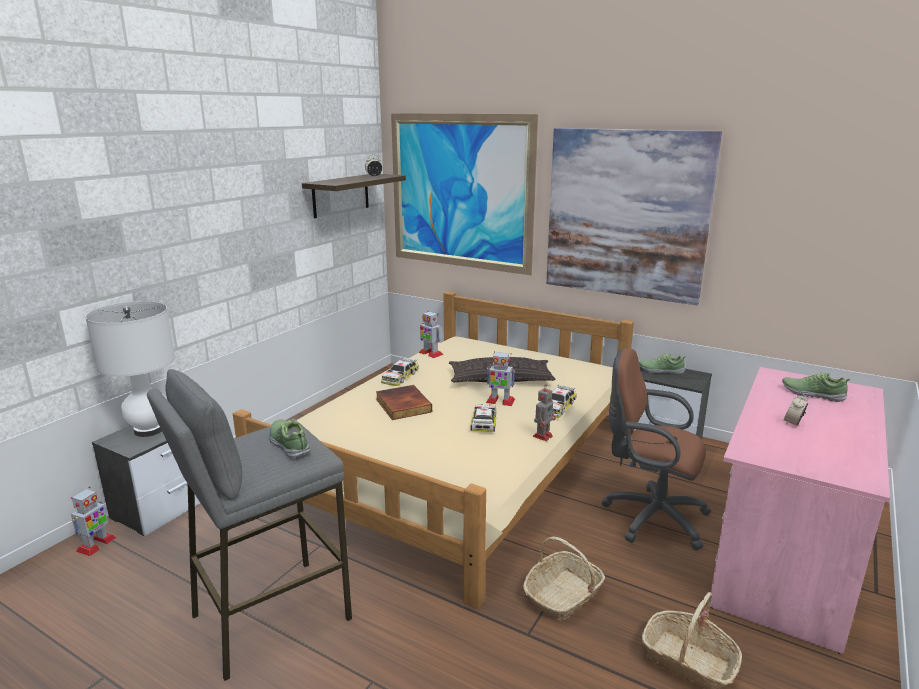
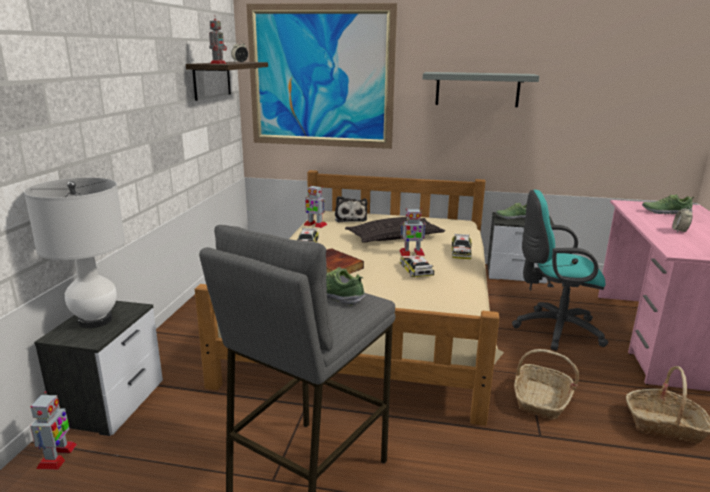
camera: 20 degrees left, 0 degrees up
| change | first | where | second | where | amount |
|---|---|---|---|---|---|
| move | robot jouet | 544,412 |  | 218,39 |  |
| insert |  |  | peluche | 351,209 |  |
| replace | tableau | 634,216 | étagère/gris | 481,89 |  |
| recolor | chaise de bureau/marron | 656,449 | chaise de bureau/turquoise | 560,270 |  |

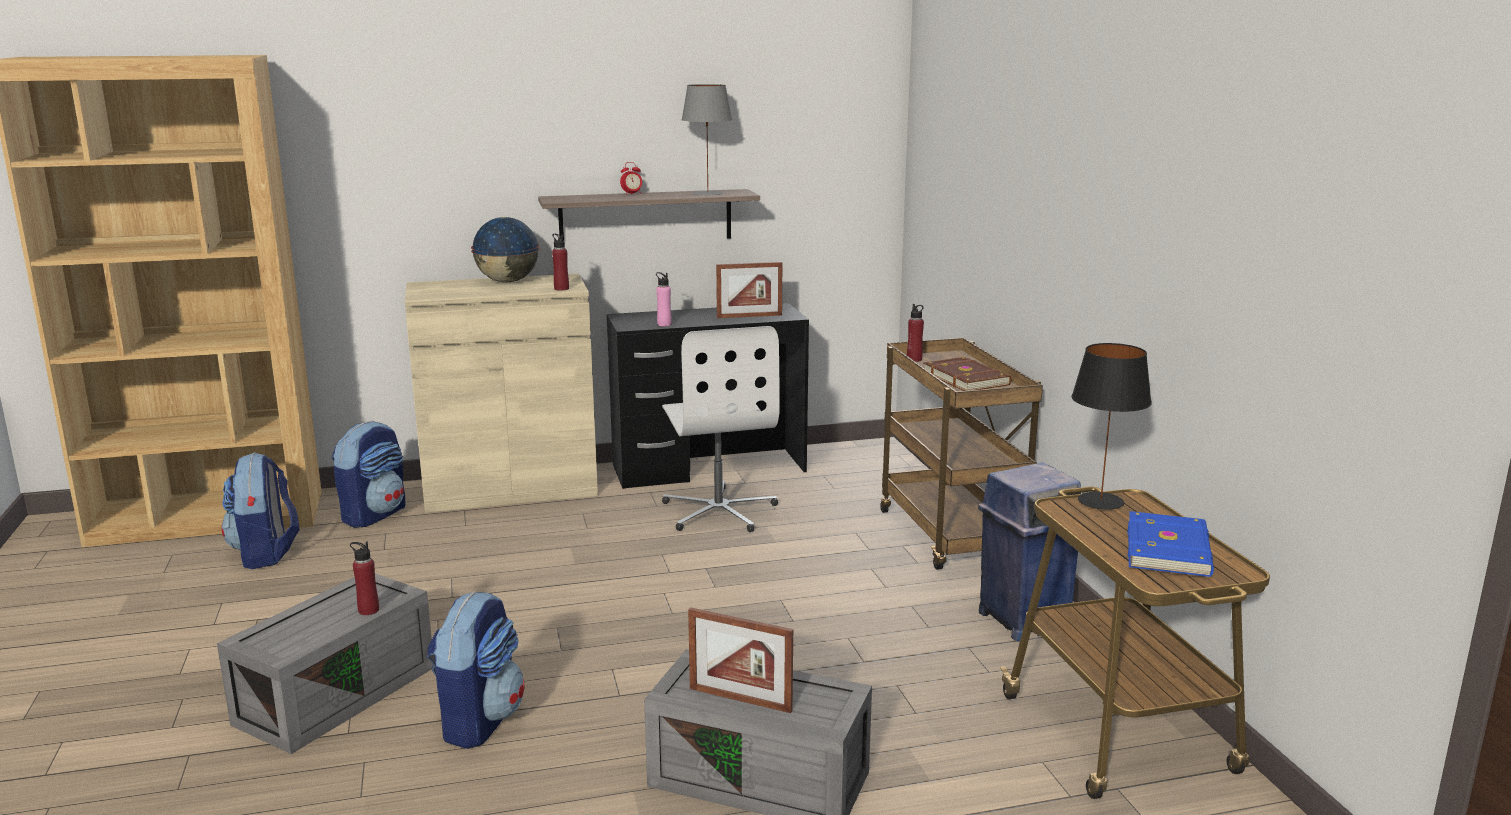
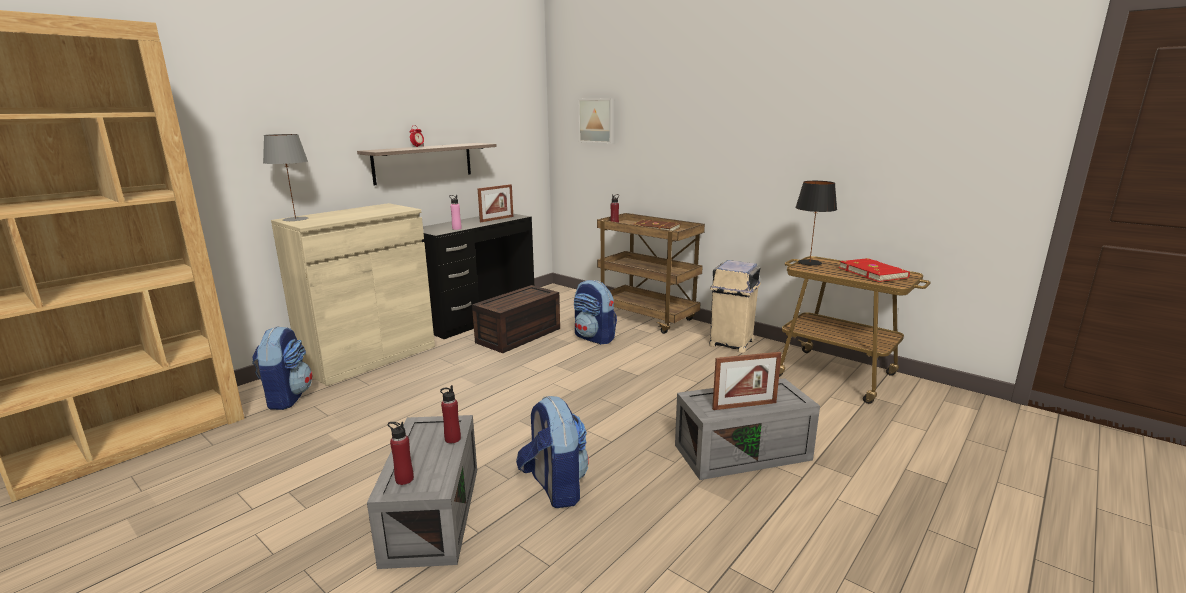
camera: 35 degrees left, 0 degrees up
| change | first | where | second | where | amount |
|---|---|---|---|---|---|
| move | lampe de table/gris | 707,139 |  | 285,178 |  |
| move | bouteille/rouge | 560,262 |  | 401,453 |  |
| replace | chaise de bureau/blanc | 721,429 | boîte de rangement/marron | 516,319 |  |
| move | sac à dos | 260,510 |  | 595,312 |  |
| insert |  |  | tableau | 596,120 |  |
| recolor | poubelle/bleu | 1029,552 | poubelle/beige | 735,306 |  |
| recolor | livre/bleu | 1170,544 | livre/rouge | 874,270 |  |
| delete | globe | 505,249 |  |  |  |

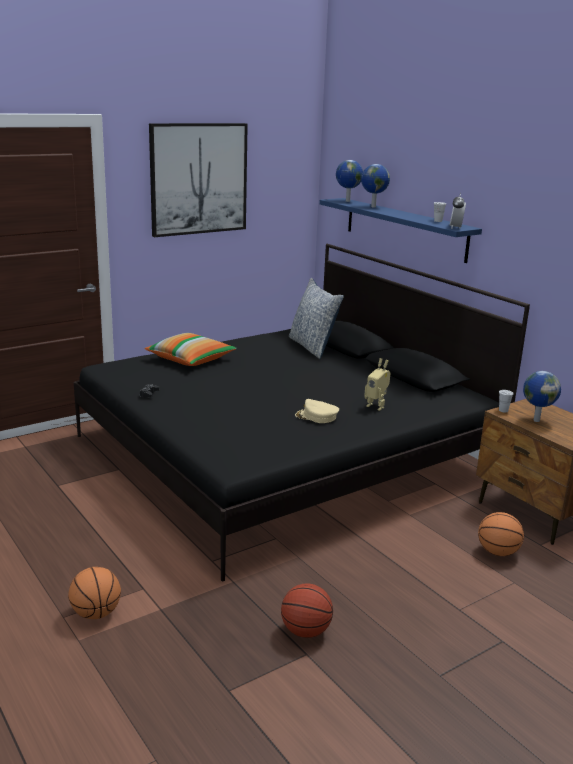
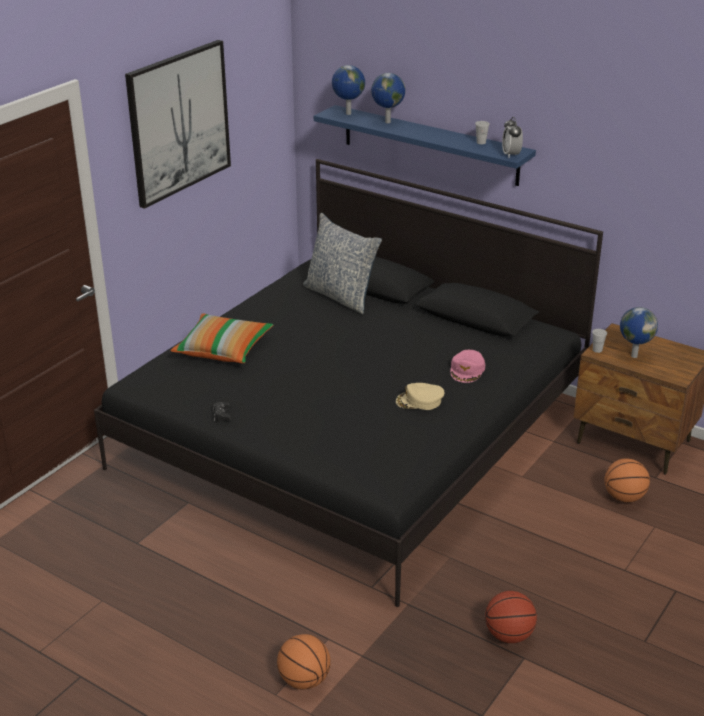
camera: 20 degrees left, 10 degrees up
| change | first | where | second | where | amount |
|---|---|---|---|---|---|
| replace | robot jouet | 377,384 | casquette/rose | 467,366 |  |

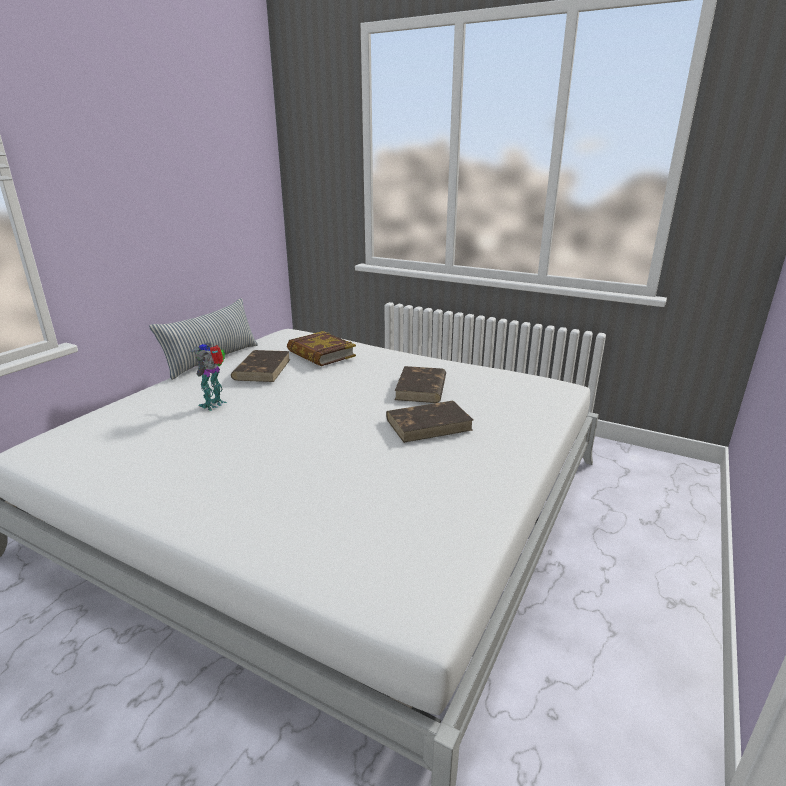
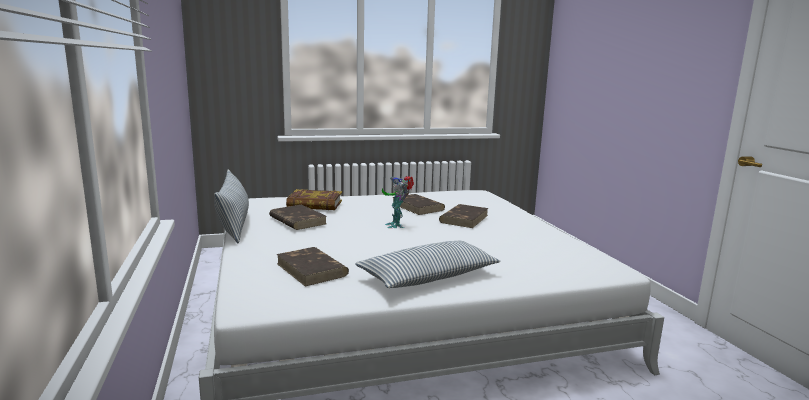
camera: 45 degrees left, 10 degrees down
| change | first | where | second | where | amount |
|---|---|---|---|---|---|
| insert |  |  | livre/marron | 312,266 |  |
| insert |  |  | coussin | 427,264 |  |
| move | robot jouet | 208,376 |  | 398,202 |  |

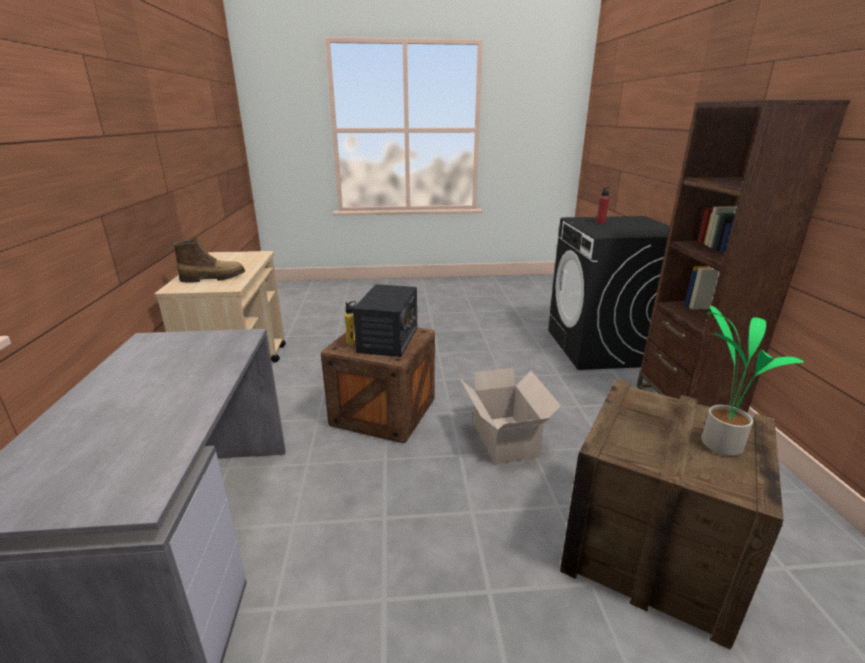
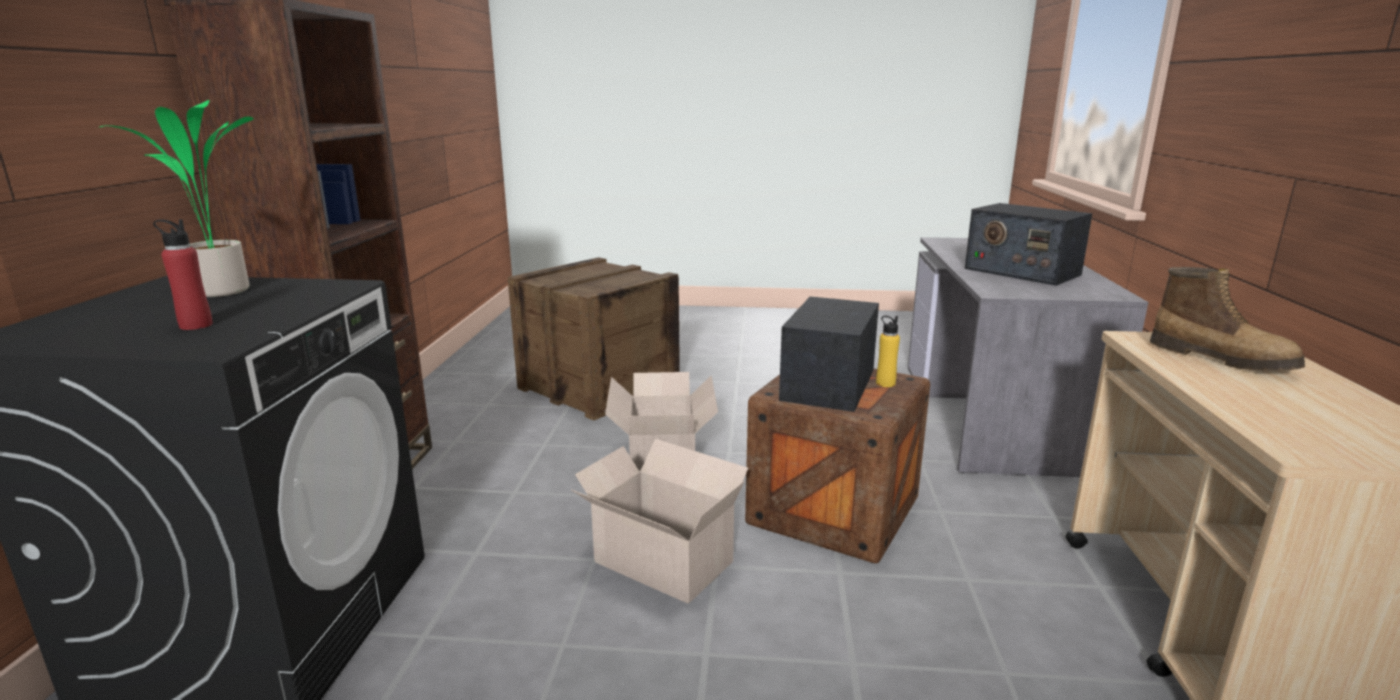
camera: 170 degrees left, 5 degrees down
| change | first | where | second | where | amount |
|---|---|---|---|---|---|
| move | plante en pot | 752,381 |  | 176,198 |  |
| insert |  |  | carton | 659,521 |  |
| insert |  |  | radio | 1028,244 |  |
| rotate | botte | 209,260 |  | 1227,319 | 120 degrees counterclockwise |

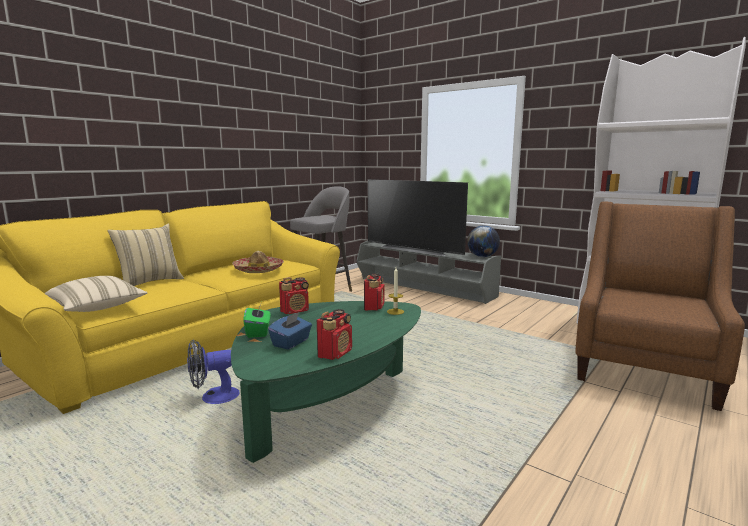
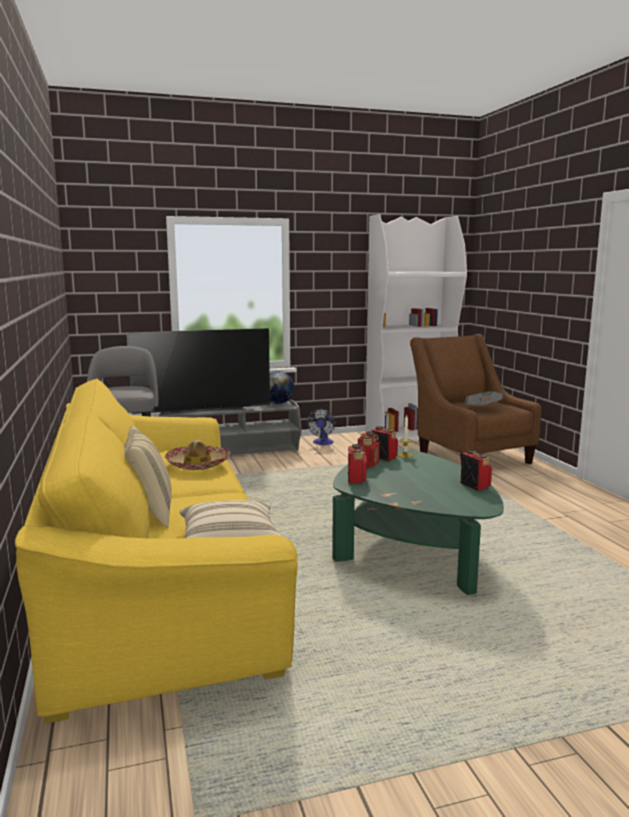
camera: 55 degrees left, 0 degrees up
| change | first | where | second | where | amount |
|---|---|---|---|---|---|
| move | ventilateur | 213,372 |  | 321,427 |  |
| insert |  |  | radio | 369,450 |  |
| insert |  |  | journal | 484,398 |  |
| delete | boîte à mouchoirs/vert | 256,320 |  |  |  |
| delete | boîte à mouchoirs/bleu | 290,331 |  |  |  |

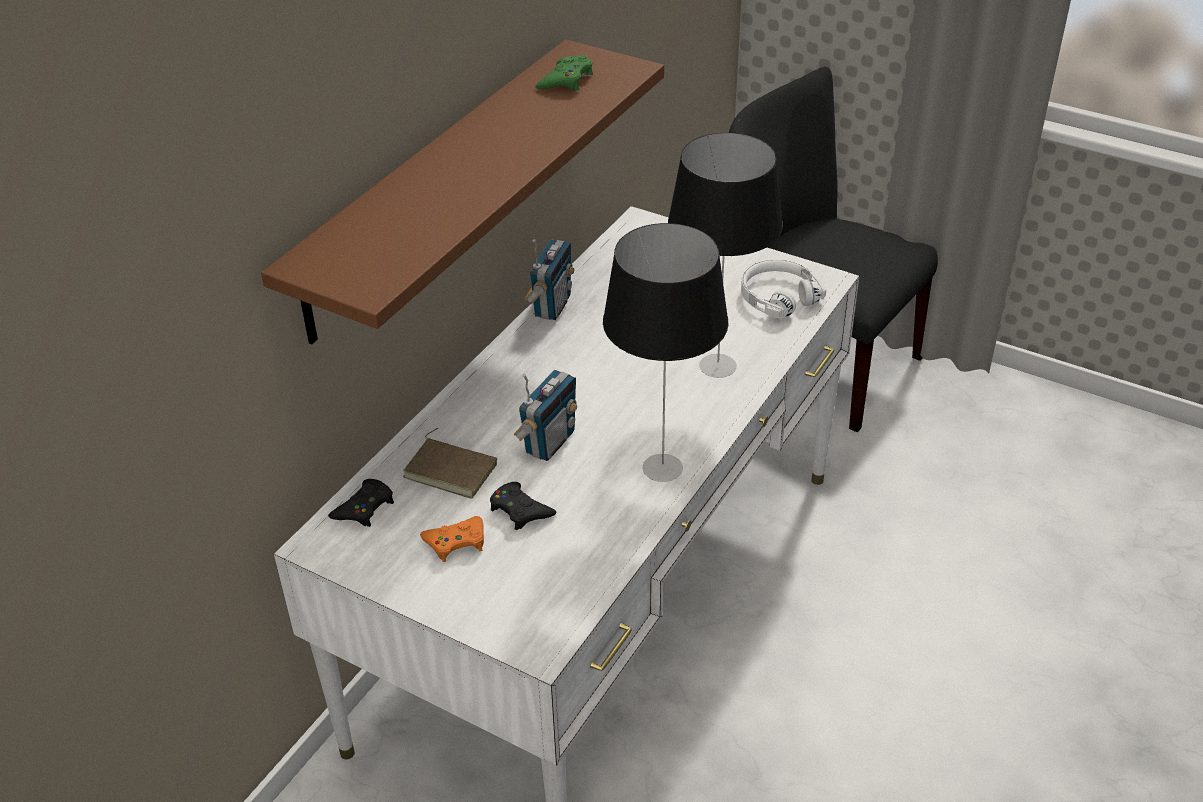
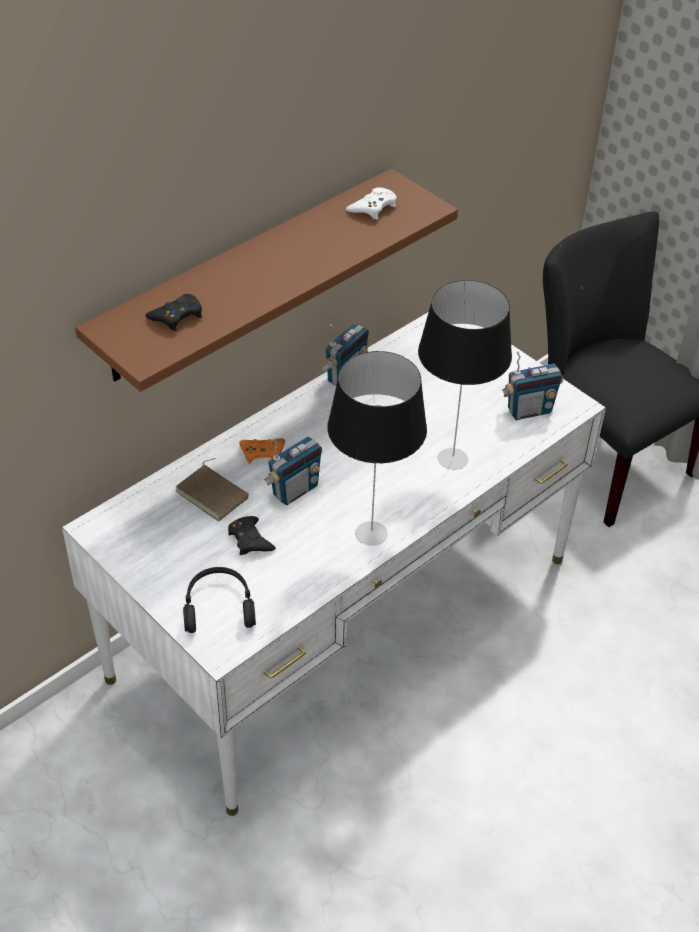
camera: 15 degrees right, 5 degrees up
| change | first | where | second | where | amount |
|---|---|---|---|---|---|
| move | manette/noir | 361,503 |  | 173,312 |  |
| insert |  |  | casque audio/noir | 219,600 |  |
| move | manette/orange | 452,539 |  | 262,451 |  |
| recolor | manette/vert | 564,73 | manette/blanc | 371,203 |  |
| replace | casque audio/blanc | 783,289 | radio | 532,385 |  |

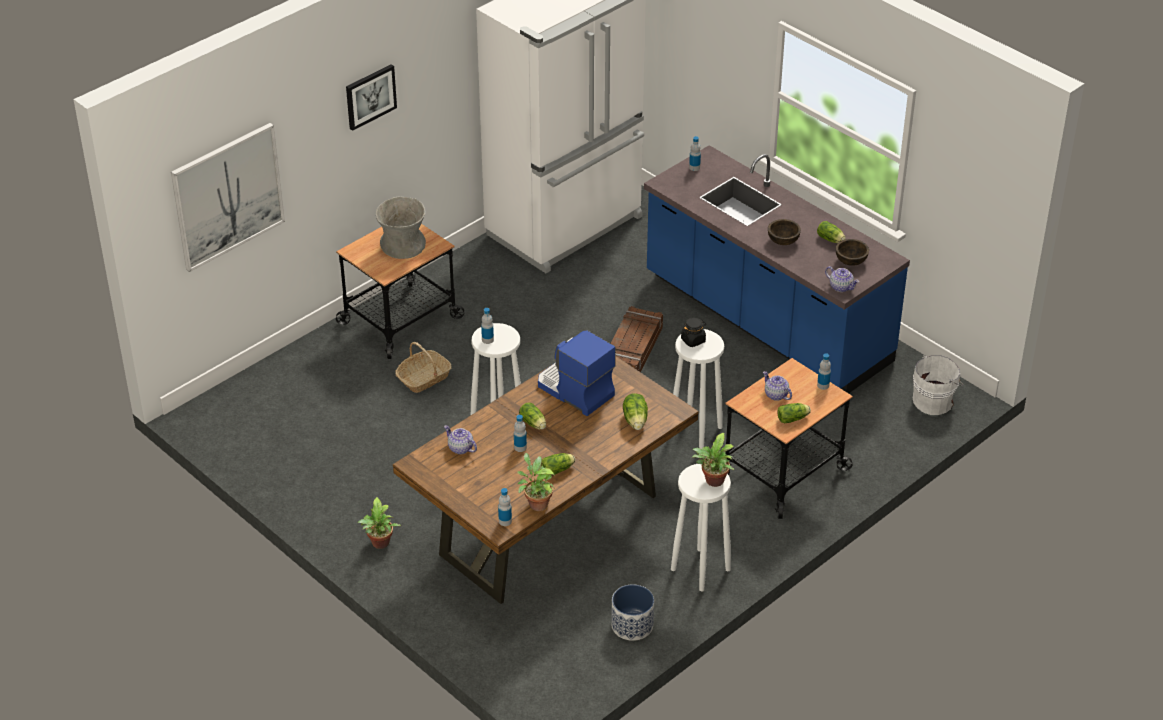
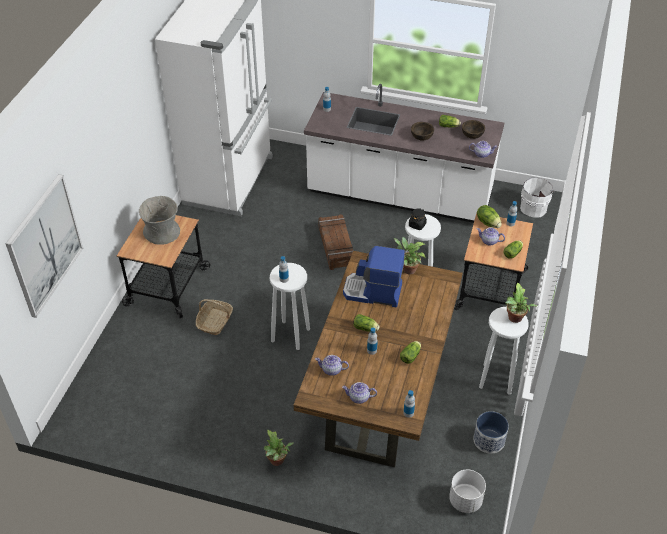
camera: 30 degrees left, 5 degrees up
| change | first | where | second | where | amount |
|---|---|---|---|---|---|
| recolor | comptoir de cuisine/bleu | 777,269 | comptoir de cuisine/blanc | 404,153 |  |
| insert |  |  | théière | 359,393 |  |
| move | plante en pot | 536,482 |  | 410,255 |  |
| insert |  |  | cache-pot/blanc | 467,491 |  |
| move | laitue | 635,411 |  | 489,216 |  |
| delete | tableau | 371,97 |  |  |  |

